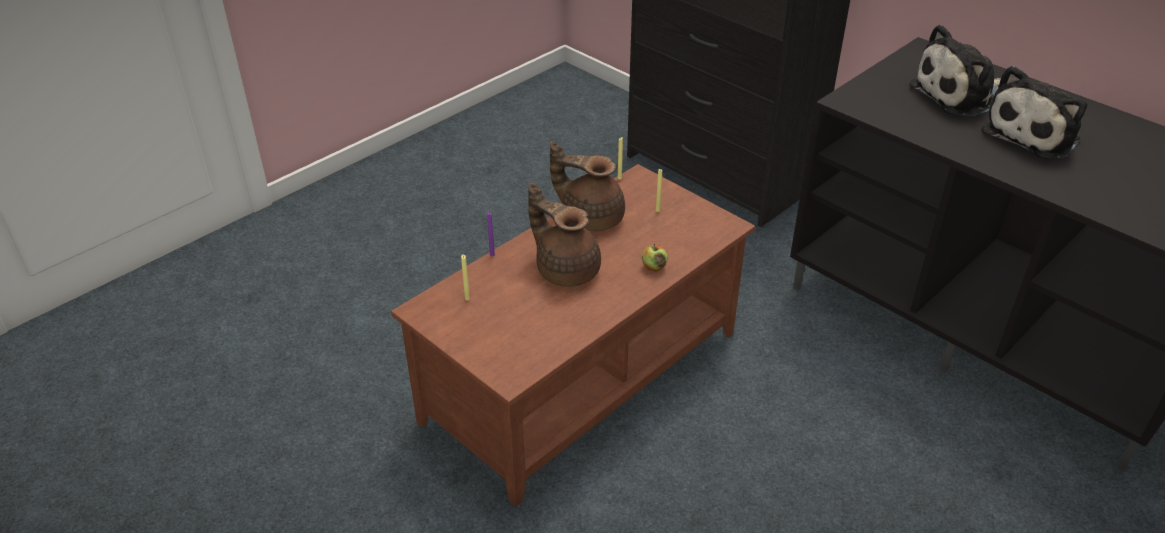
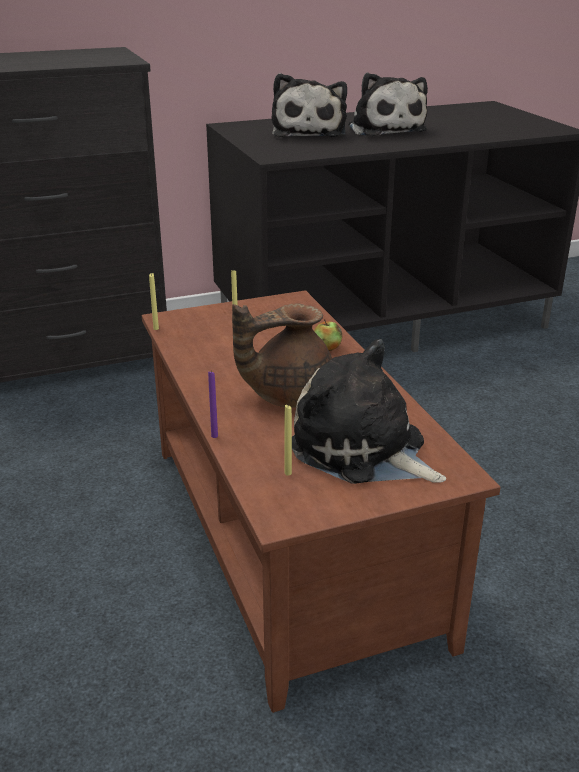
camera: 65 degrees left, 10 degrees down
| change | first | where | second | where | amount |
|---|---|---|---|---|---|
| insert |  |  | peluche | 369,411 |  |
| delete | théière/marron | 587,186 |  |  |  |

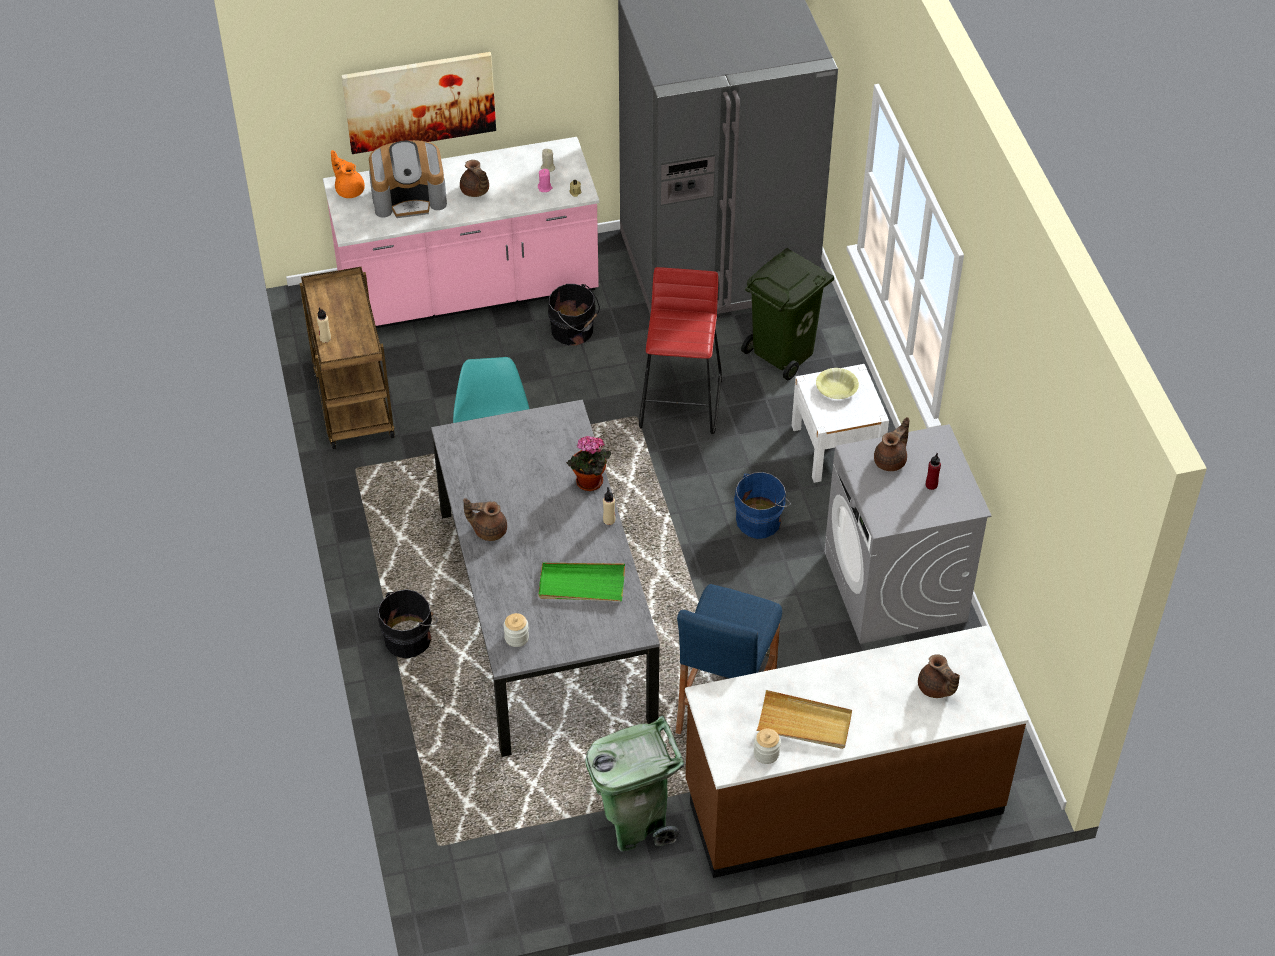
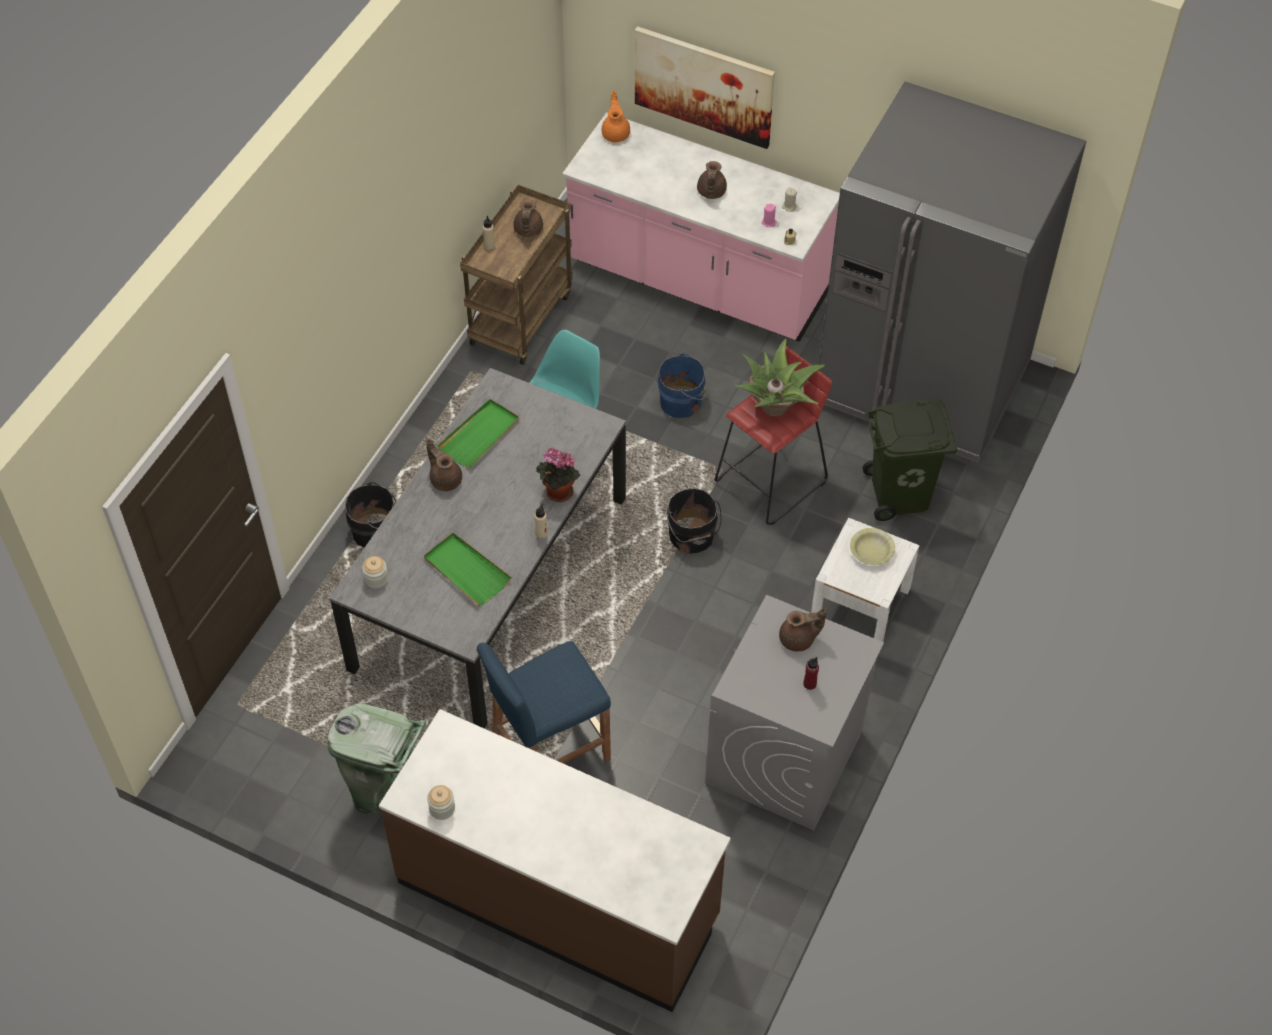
camera: 40 degrees right, 5 degrees up
| change | first | where | second | where | amount |
|---|---|---|---|---|---|
| insert |  |  | plateau/vert | 478,433 |  |
| move | théière/marron | 939,676 |  | 528,218 |  |
| move | seau/bleu | 762,505 |  | 681,385 |  |
| move | seau/noir | 574,314 |  | 693,521 |  |
| insert |  |  | plante en pot | 780,377 |  |
| delete | machine à café | 408,179 |  |  |  |
| delete | plateau/beige | 804,719 |  |  |  |

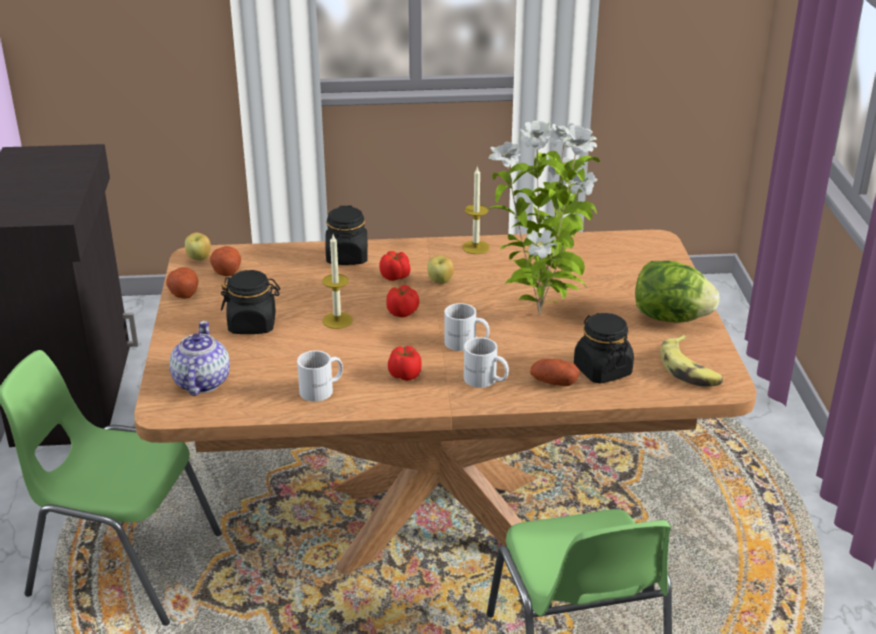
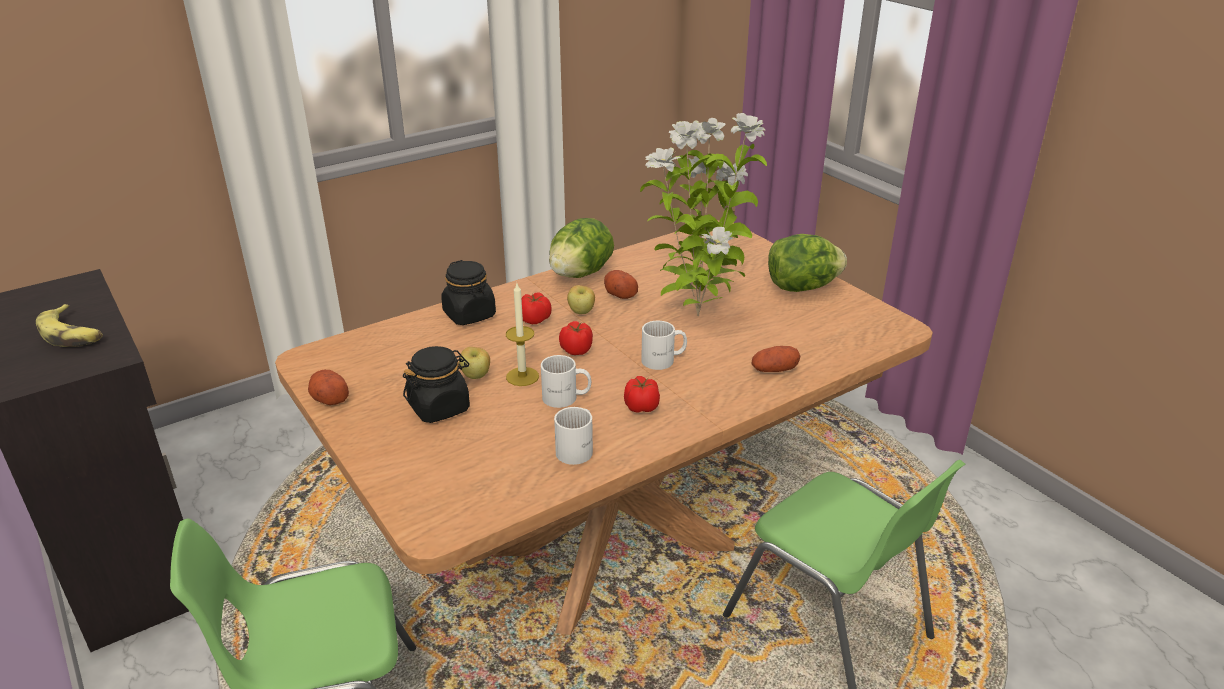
camera: 30 degrees left, 0 degrees up
| change | first | where | second | where | amount |
|---|---|---|---|---|---|
| move | banane | 692,361 |  | 69,325 |  |
| move | pomme | 198,246 |  | 474,363 |  |
| move | mug/blanc | 486,362 |  | 566,381 |  |
| replace | bougie | 476,210 | laitue | 581,248 |  |
| move | pomme de terre | 225,261 |  | 621,284 |  |
| delete | théière | 199,358 |  |  |  |
| delete | bocal/noir | 604,348 |  |  |  |

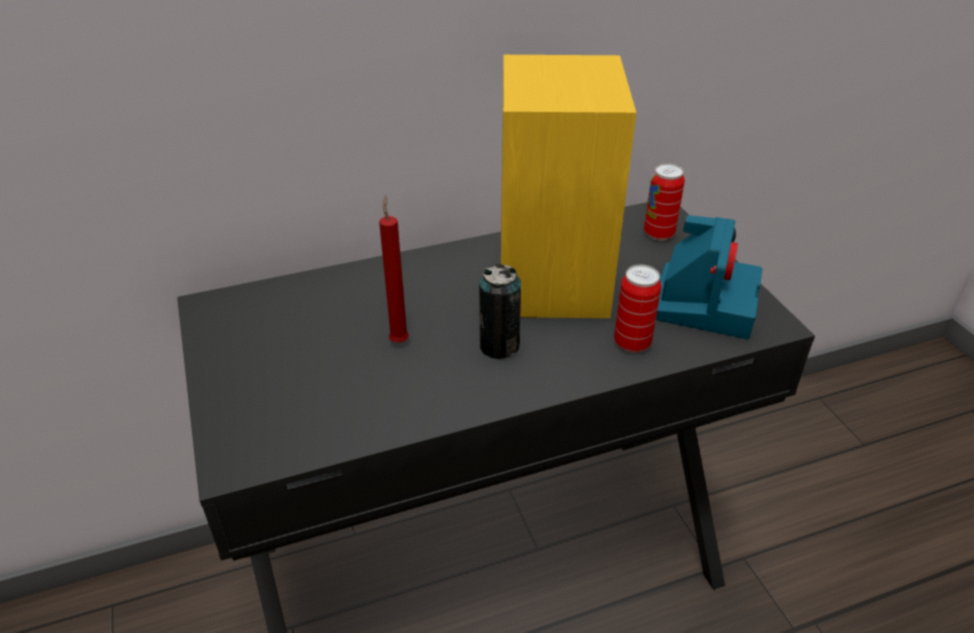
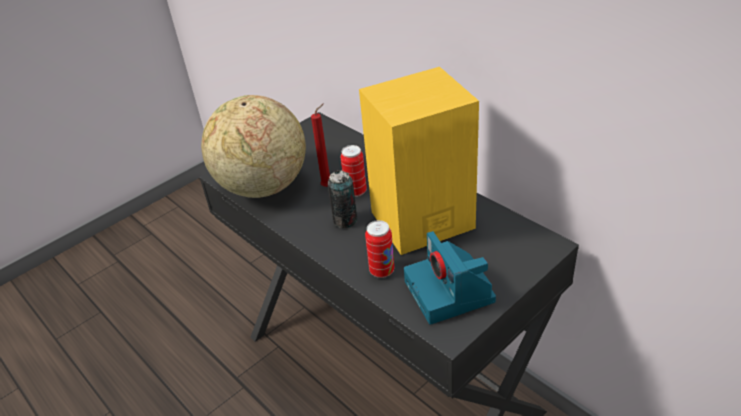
camera: 70 degrees right, 0 degrees up
| change | first | where | second | where | amount |
|---|---|---|---|---|---|
| insert |  |  | globe | 253,146 |  |
| move | boîte métallique | 664,202 |  | 354,171 |  |
| rotate | appareil photo | 709,277 |  | 450,278 | 75 degrees clockwise |

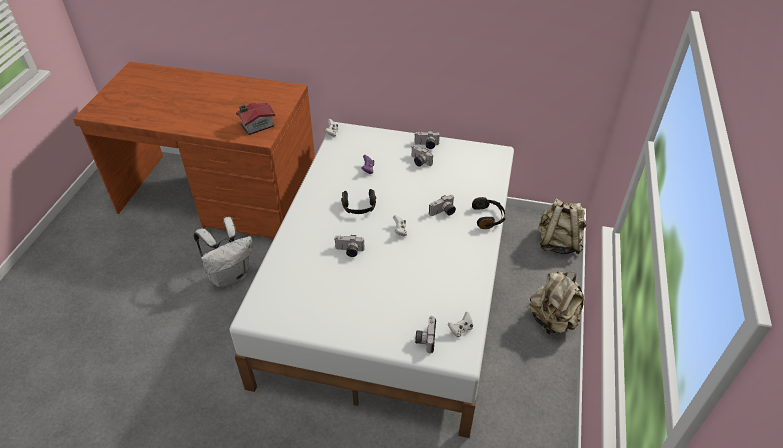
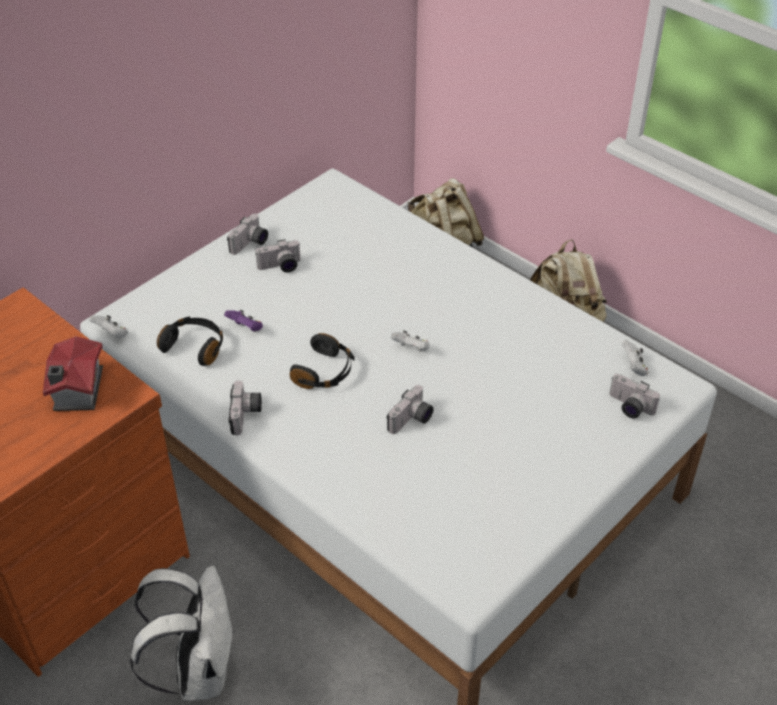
camera: 60 degrees left, 0 degrees up
| change | first | where | second | where | amount |
|---|---|---|---|---|---|
| move | casque audio/noir | 488,213 |  | 190,341 |  |
| move | appareil photo | 442,205 |  | 245,407 |  |

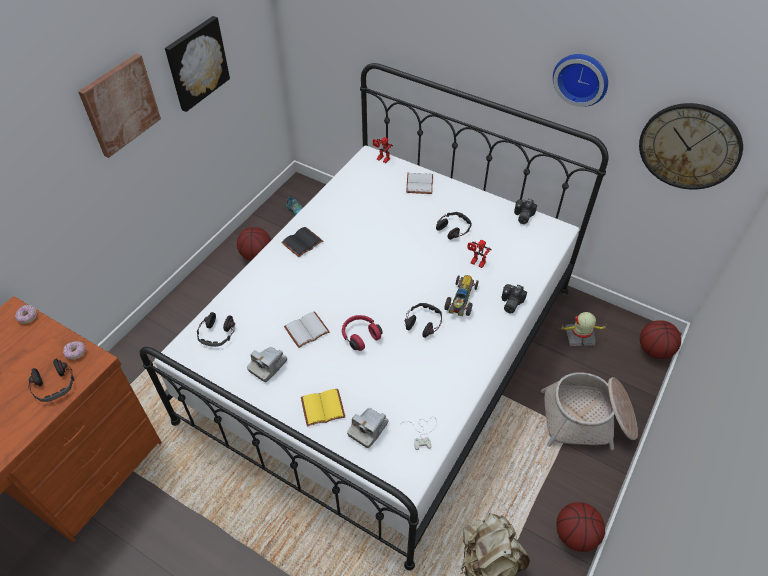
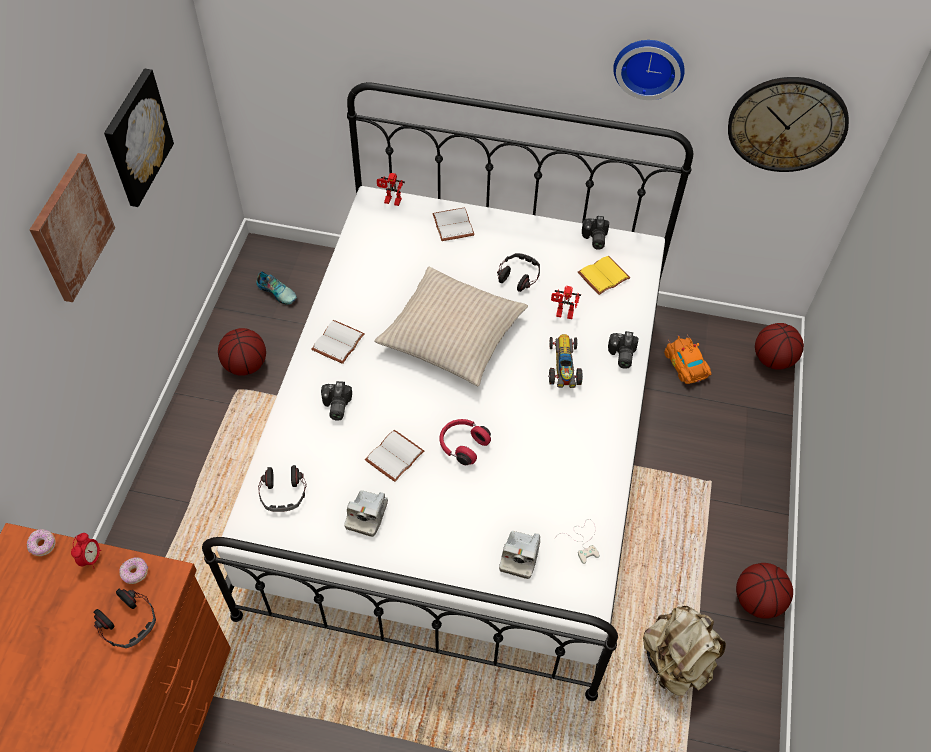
camera: 20 degrees left, 5 degrees up
| change | first | where | second | where | amount |
|---|---|---|---|---|---|
| insert |  |  | réveil | 86,551 |  |
| recolor | livre/noir | 302,242 | livre/blanc | 338,342 |  |
| insert |  |  | appareil photo | 336,401 |  |
| insert |  |  | coussin/beige | 451,326 |  |
| move | livre/jaune | 323,408 |  | 604,275 |  |
| replace | robot jouet | 582,329 | petite voiture/orange | 688,359 |  |
| delete | casque audio | 423,320 |  |  |  |
| delete | panier | 589,411 |  |  |  |

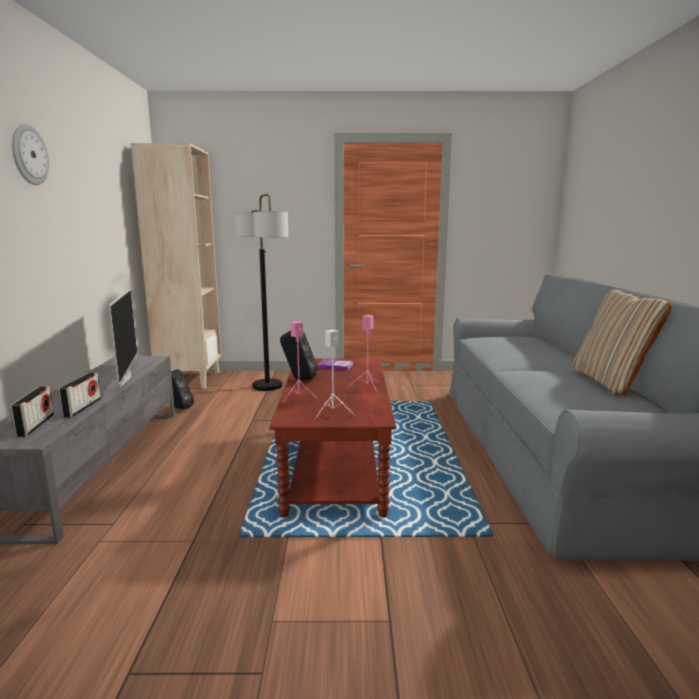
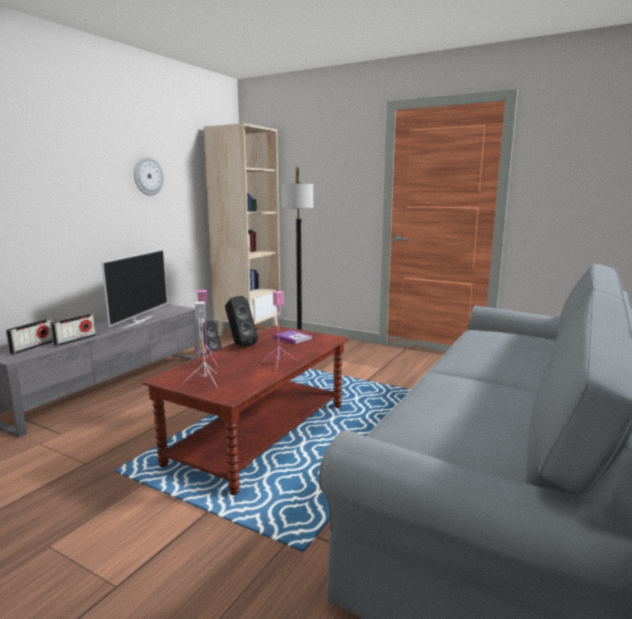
camera: 30 degrees right, 0 degrees up
| change | first | where | second | where | amount |
|---|---|---|---|---|---|
| move | horloge murale | 30,154 |  | 149,176 |  |
| delete | coussin/beige | 622,342 |  |  |  |

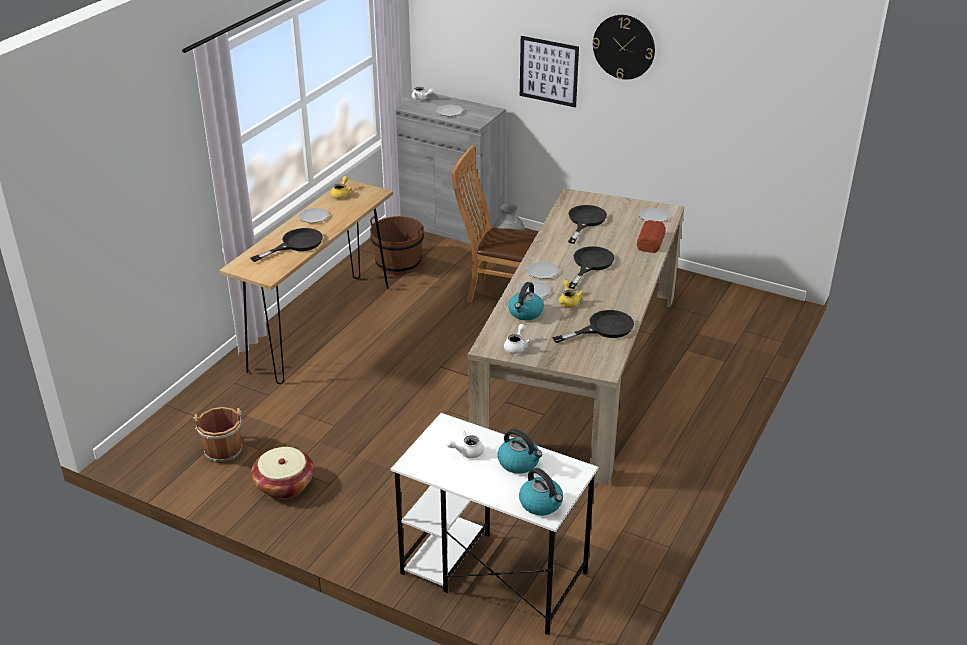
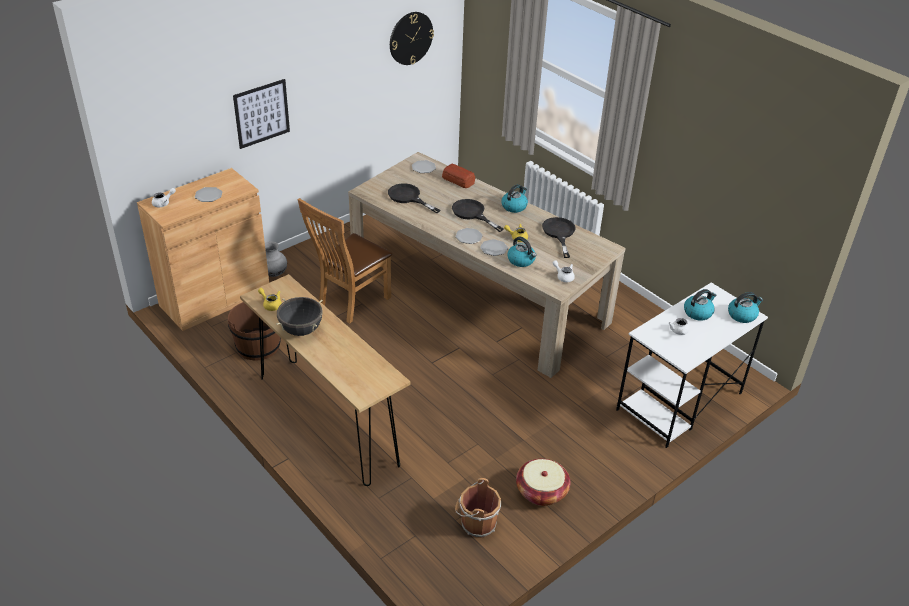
camera: 70 degrees left, 5 degrees up
| change | first | where | second | where | amount |
|---|---|---|---|---|---|
| recolor | meuble de rangement/gris | 450,167 | meuble de rangement/marron | 203,249 |  |
| replace | assiette | 314,215 | marmite/noir | 299,316 |  |
| move | horloge murale | 624,47 |  | 412,38 |  |
| insert |  |  | bouilloire | 515,198 |  |
| delete | poêle/noir | 287,245 |  |  |  |

